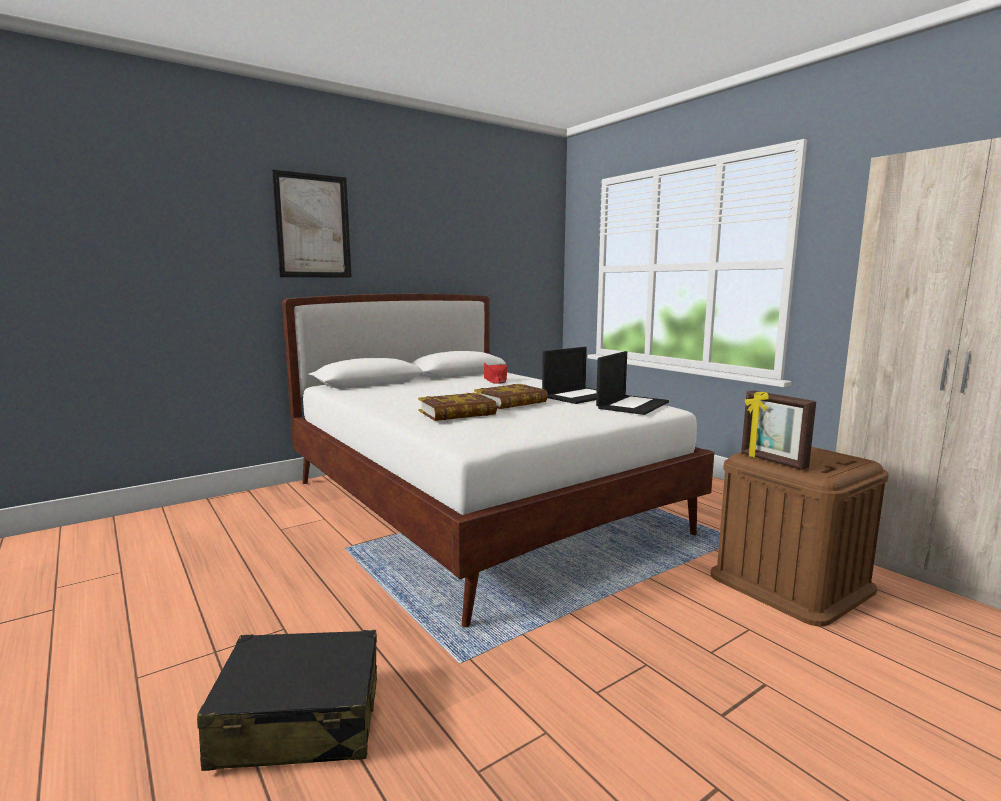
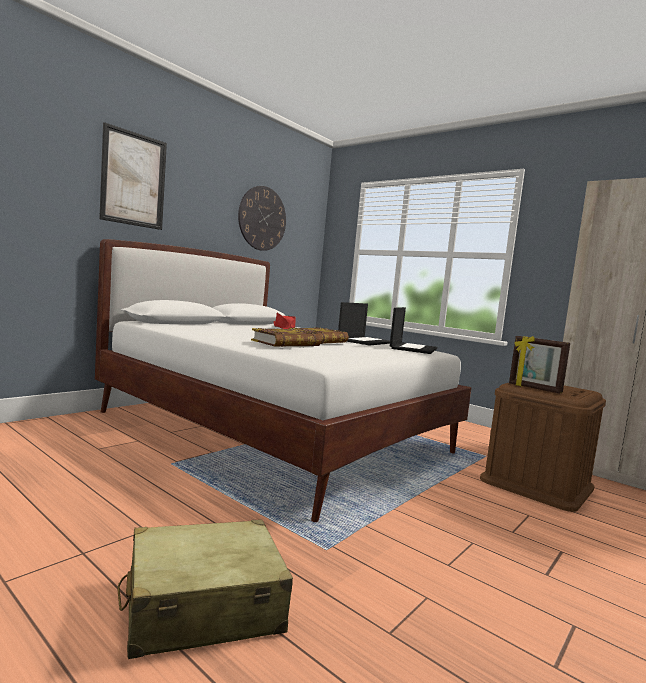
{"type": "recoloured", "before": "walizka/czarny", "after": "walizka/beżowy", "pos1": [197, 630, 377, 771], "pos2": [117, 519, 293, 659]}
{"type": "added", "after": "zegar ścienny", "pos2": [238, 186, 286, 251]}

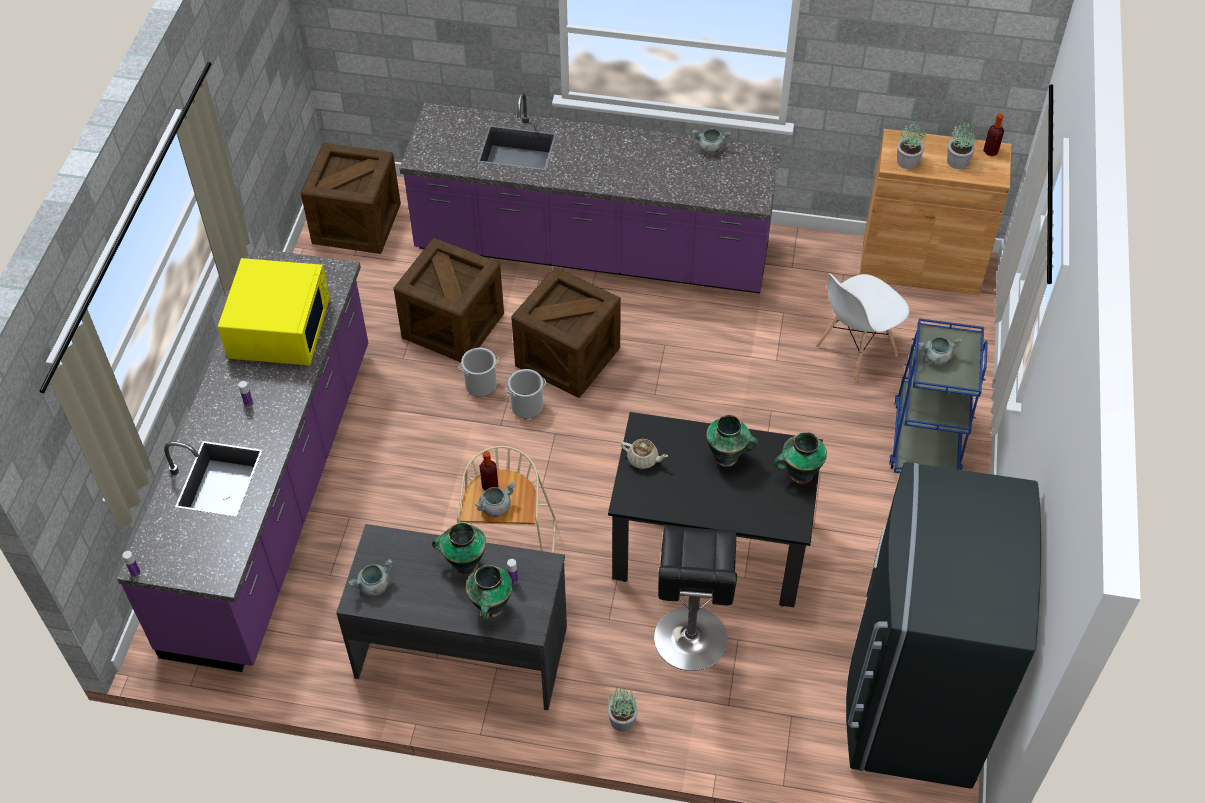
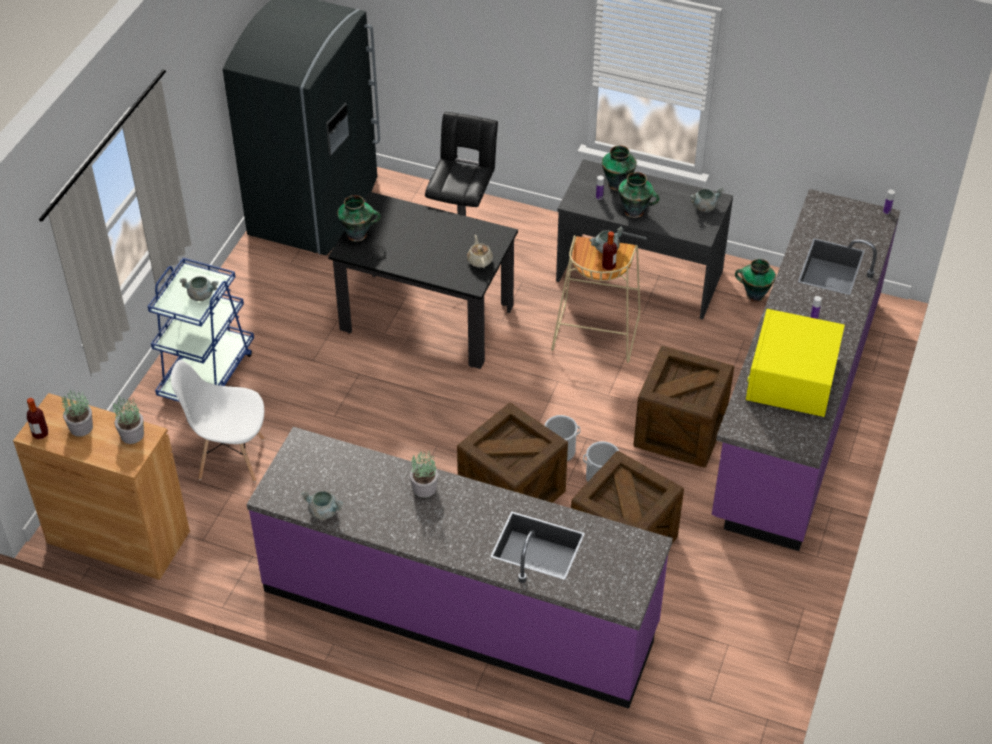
{"type": "moved", "before": "skrzynka", "pos1": [301, 143, 401, 254], "pos2": [634, 346, 734, 468]}
{"type": "moved", "before": "roślina doniczkowa", "pos1": [607, 687, 638, 732], "pos2": [410, 451, 438, 498]}
{"type": "turned", "before": "imbryk/beżowy", "pos1": [621, 439, 668, 469], "pos2": [467, 235, 493, 268], "turn": 45}
{"type": "moved", "before": "wazon", "pos1": [706, 415, 758, 466], "pos2": [735, 259, 776, 302]}
{"type": "turned", "before": "krzesło/biały", "pos1": [816, 273, 910, 383], "pos2": [171, 360, 265, 482], "turn": -150}

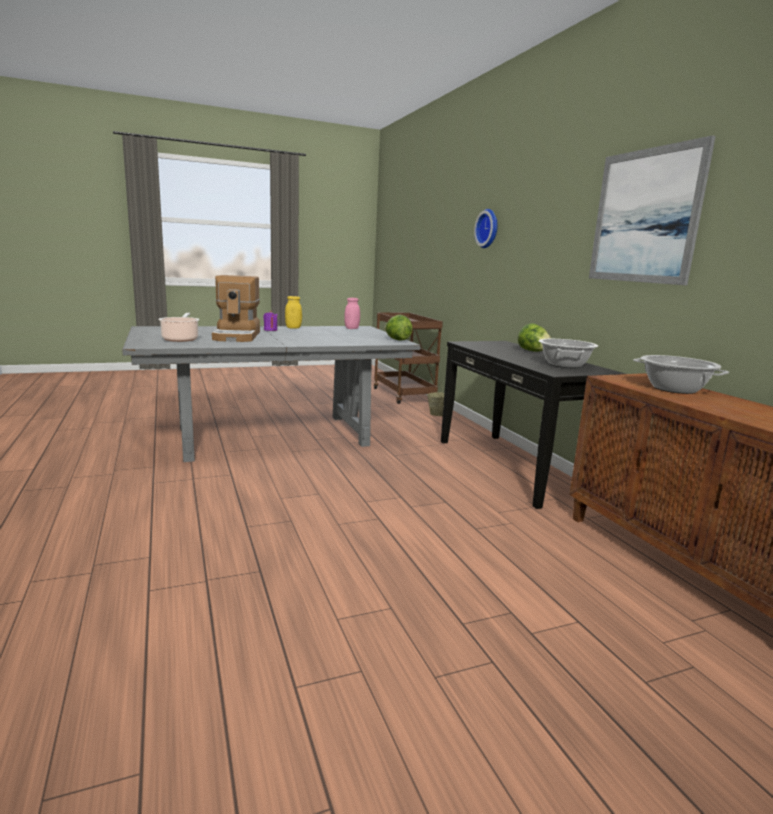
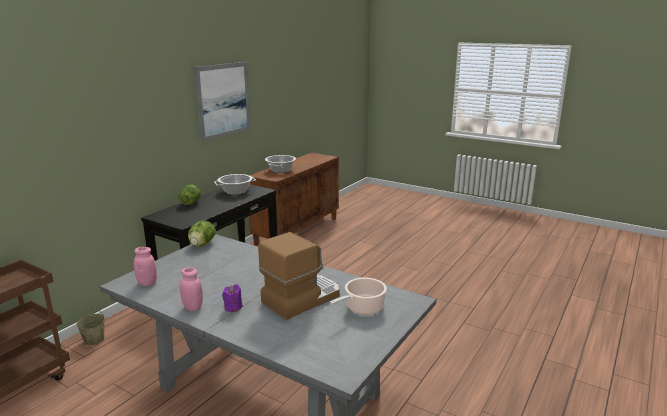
{"type": "recoloured", "before": "słoik/żółty", "after": "słoik/różowy", "pos1": [285, 296, 302, 329], "pos2": [180, 267, 203, 311]}
{"type": "removed", "before": "zegar ścienny", "pos1": [474, 209, 498, 248]}

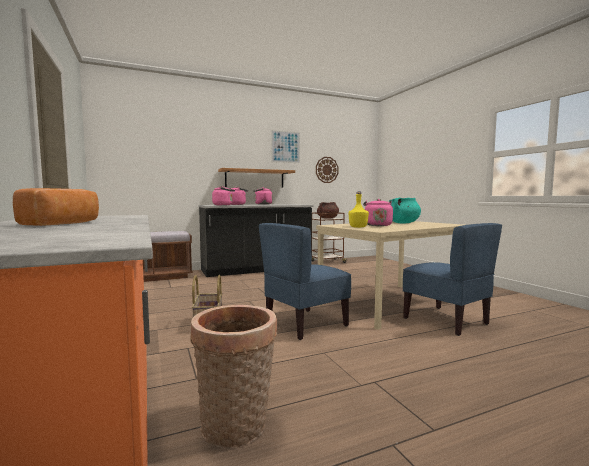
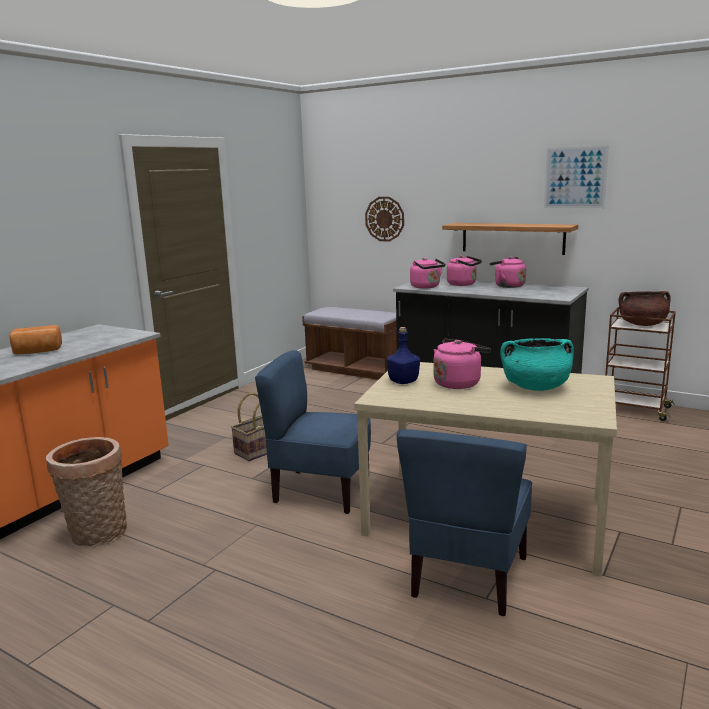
{"type": "moved", "before": "zegar ścienny", "pos1": [316, 157, 338, 183], "pos2": [365, 197, 404, 242]}
{"type": "recoloured", "before": "butelka/żółty", "after": "butelka/niebieski", "pos1": [349, 192, 369, 228], "pos2": [387, 327, 420, 384]}

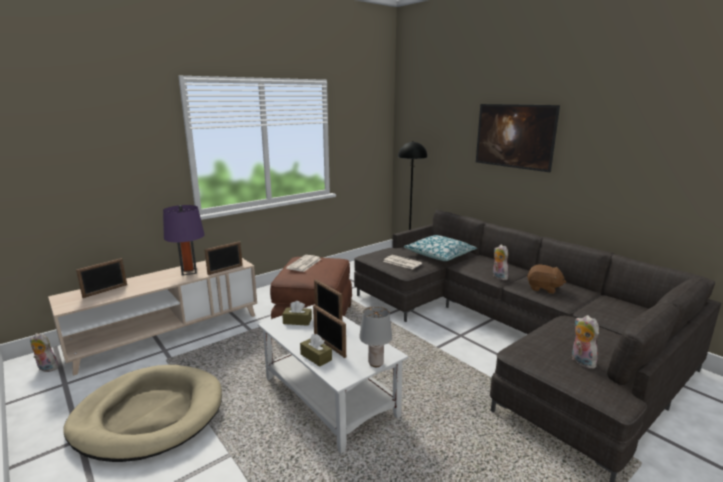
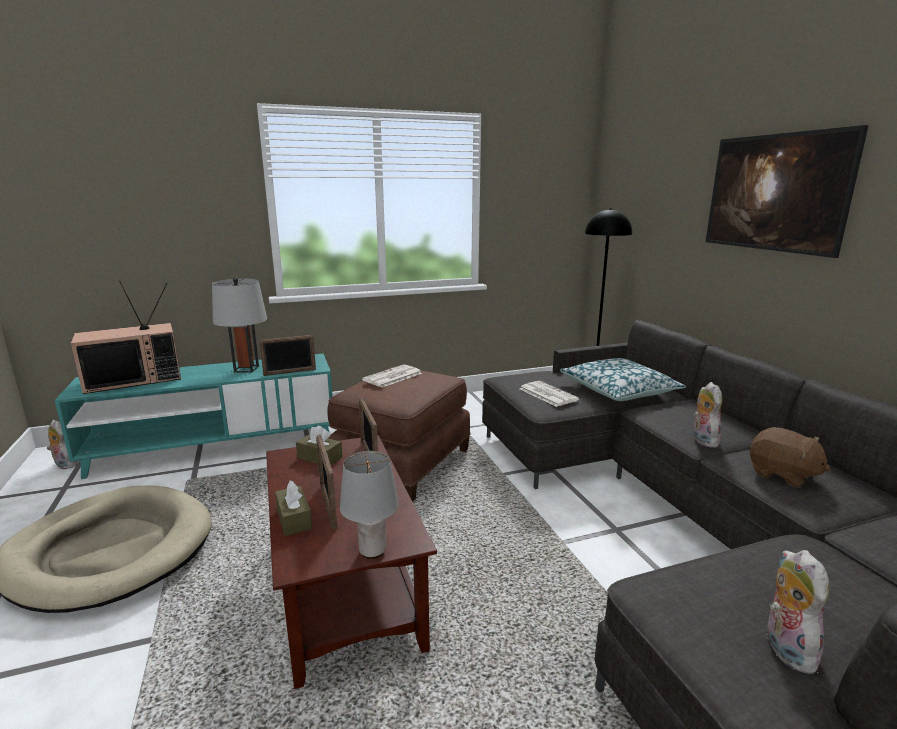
{"type": "recoloured", "before": "szafka pod telewizor/beżowy", "after": "szafka pod telewizor/turkusowy", "pos1": [48, 258, 257, 376], "pos2": [54, 354, 333, 479]}
{"type": "replaced", "before": "ramka na zdjęcie", "after": "telewizor", "pos1": [76, 258, 127, 298], "pos2": [71, 280, 181, 394]}
{"type": "recoloured", "before": "lampa stołowa/fioletowy", "after": "lampa stołowa/szary", "pos1": [163, 205, 205, 275], "pos2": [212, 277, 267, 372]}
{"type": "recoloured", "before": "ława/biały", "after": "ława/brązowy", "pos1": [258, 304, 408, 453], "pos2": [266, 435, 437, 689]}

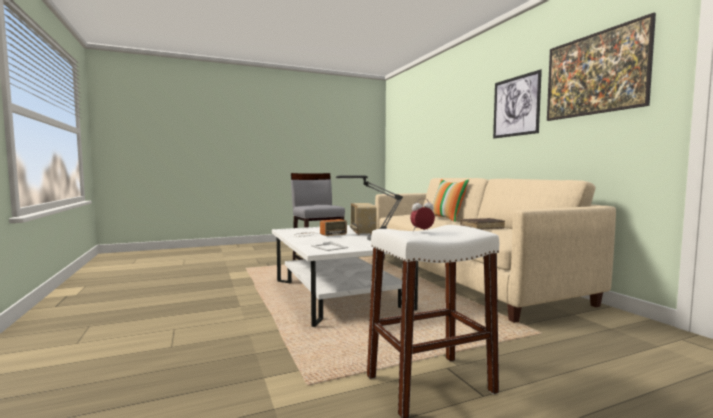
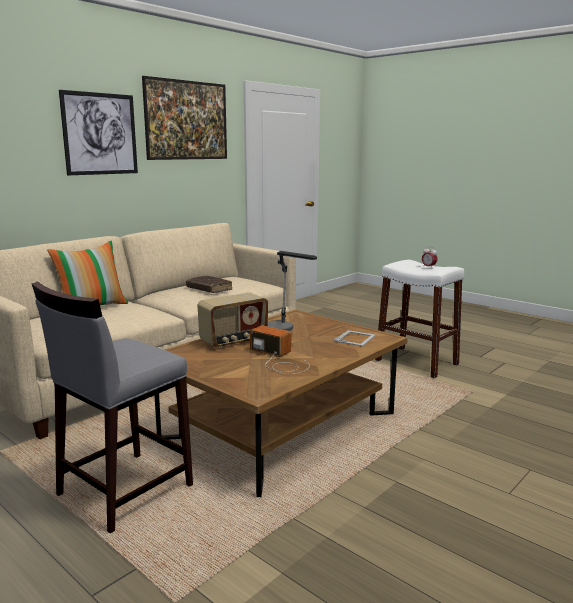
{"type": "recoloured", "before": "ława/biały", "after": "ława/brązowy", "pos1": [272, 225, 418, 327], "pos2": [154, 310, 408, 497]}

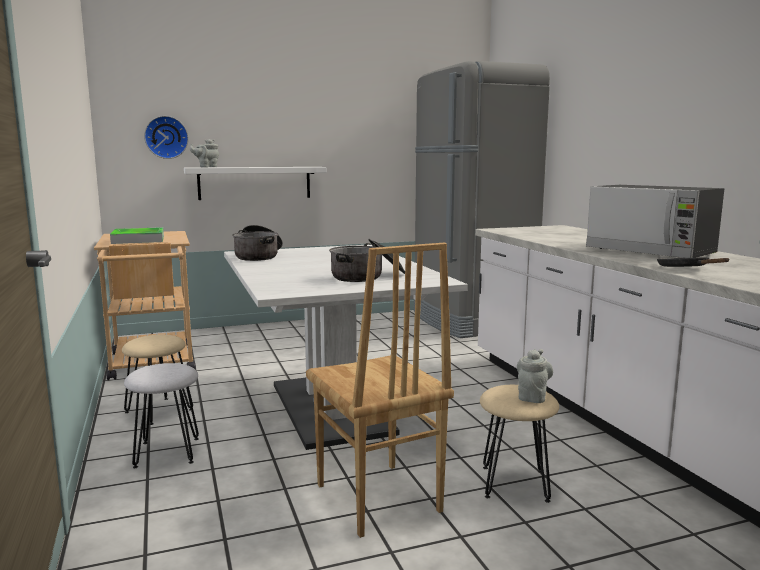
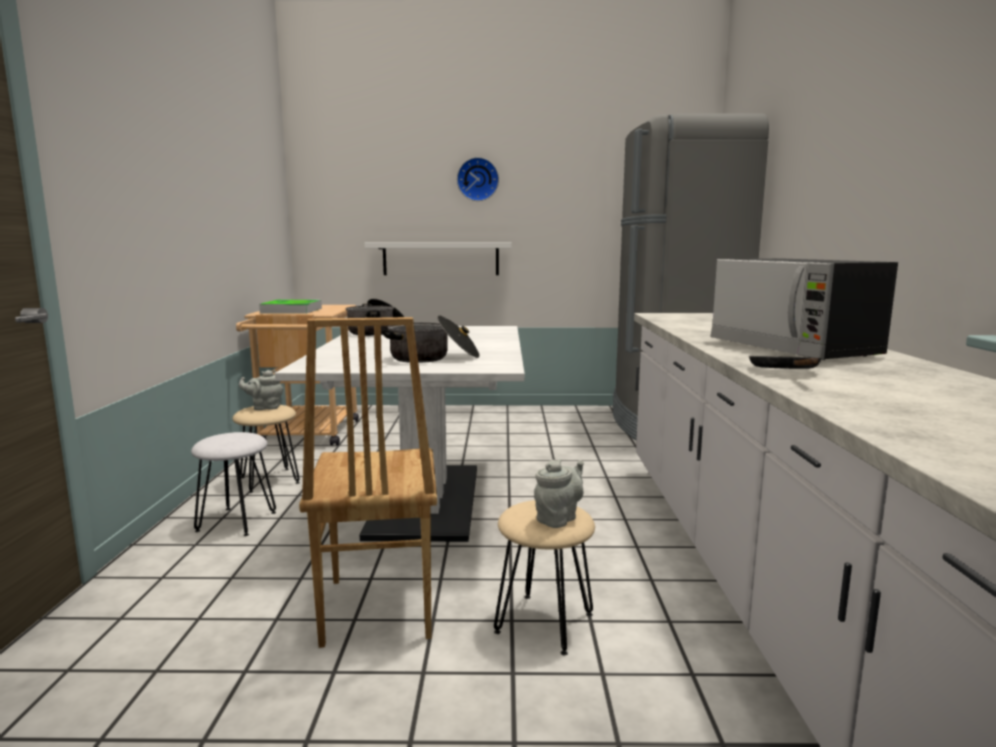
{"type": "moved", "before": "zegar ścienny", "pos1": [144, 116, 189, 159], "pos2": [457, 157, 499, 201]}
{"type": "moved", "before": "imbryk/szary", "pos1": [189, 139, 219, 167], "pos2": [239, 370, 283, 410]}

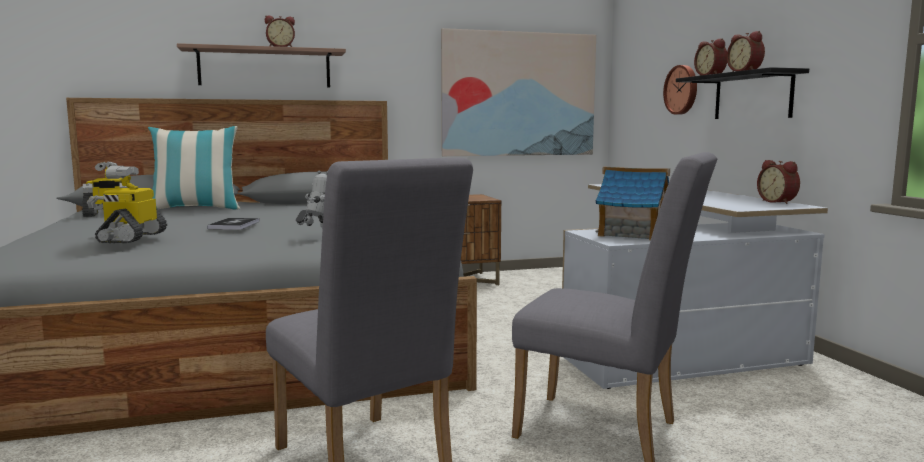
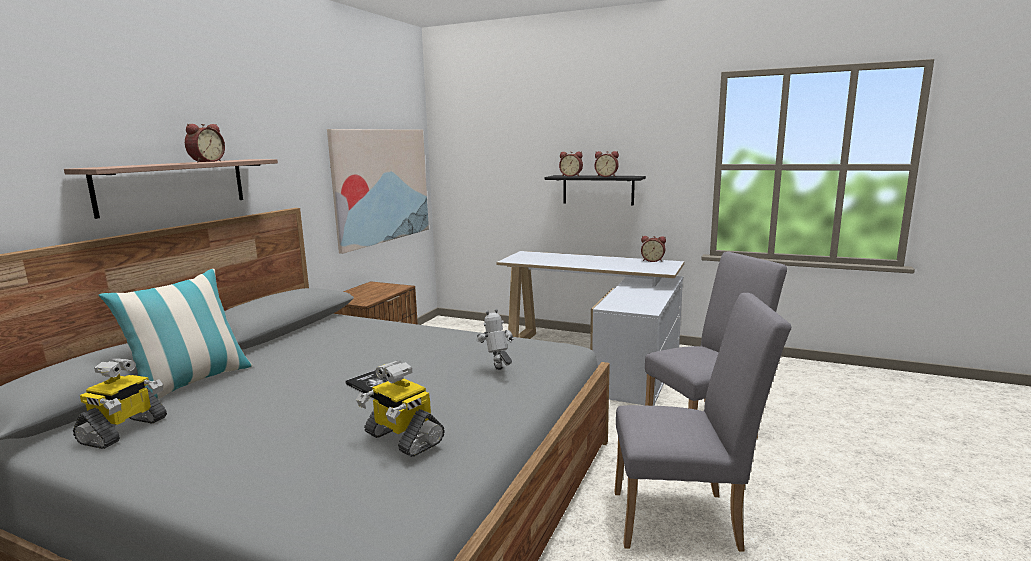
{"type": "removed", "before": "domek", "pos1": [596, 167, 670, 240]}
{"type": "removed", "before": "zegar ścienny", "pos1": [663, 65, 697, 115]}

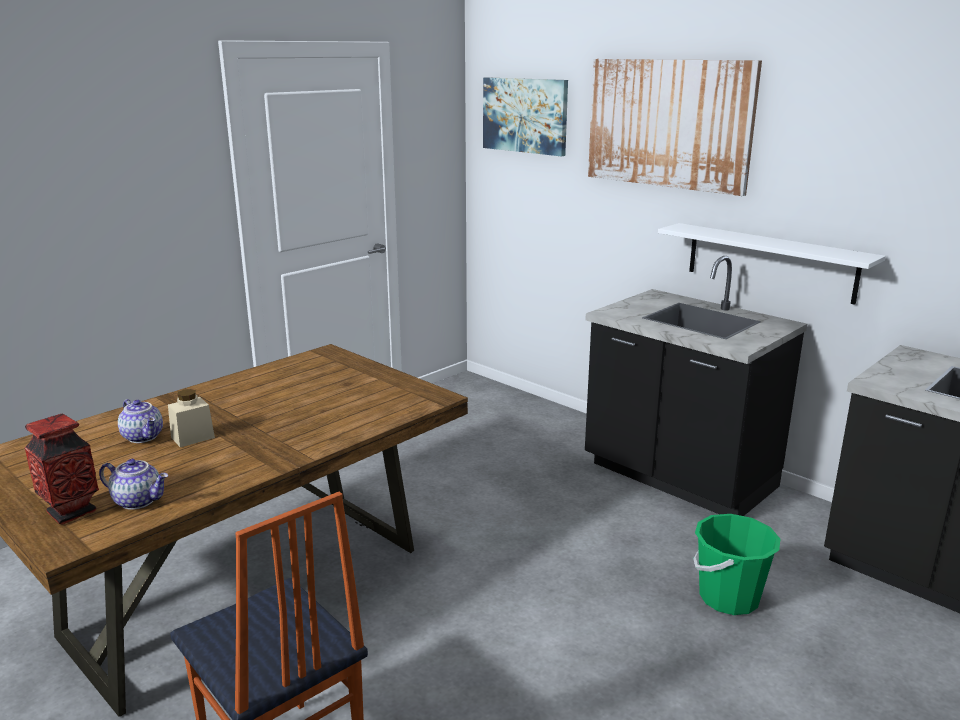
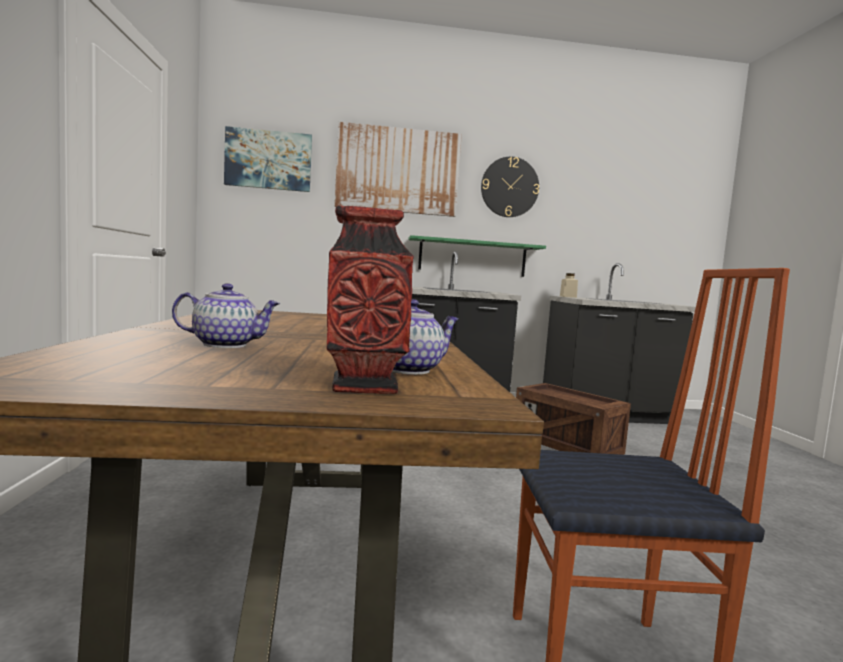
{"type": "moved", "before": "słoik/beżowy", "pos1": [168, 389, 215, 447], "pos2": [560, 273, 578, 298]}
{"type": "recoloured", "before": "półka/biały", "after": "półka/zielony", "pos1": [658, 223, 886, 305], "pos2": [408, 235, 546, 277]}
{"type": "replaced", "before": "wiadro/zielony", "after": "skrzynka", "pos1": [693, 514, 780, 615], "pos2": [516, 383, 631, 455]}
{"type": "added", "after": "zegar ścienny", "pos2": [481, 157, 539, 217]}

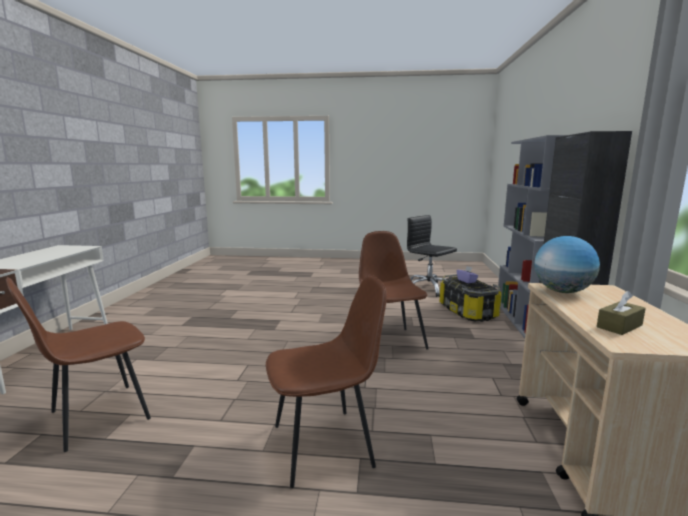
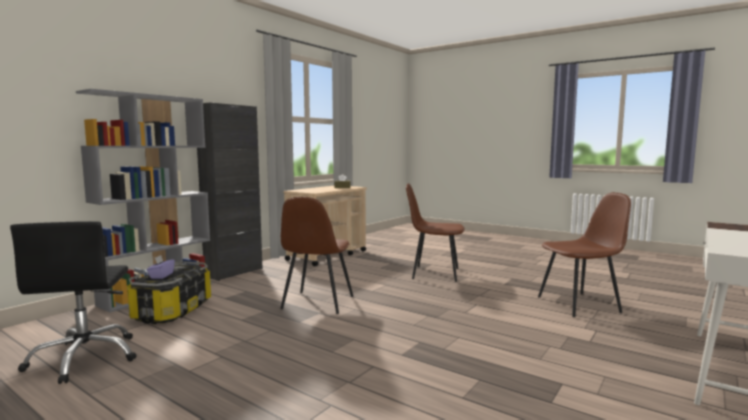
{"type": "removed", "before": "globus", "pos1": [534, 236, 600, 293]}

